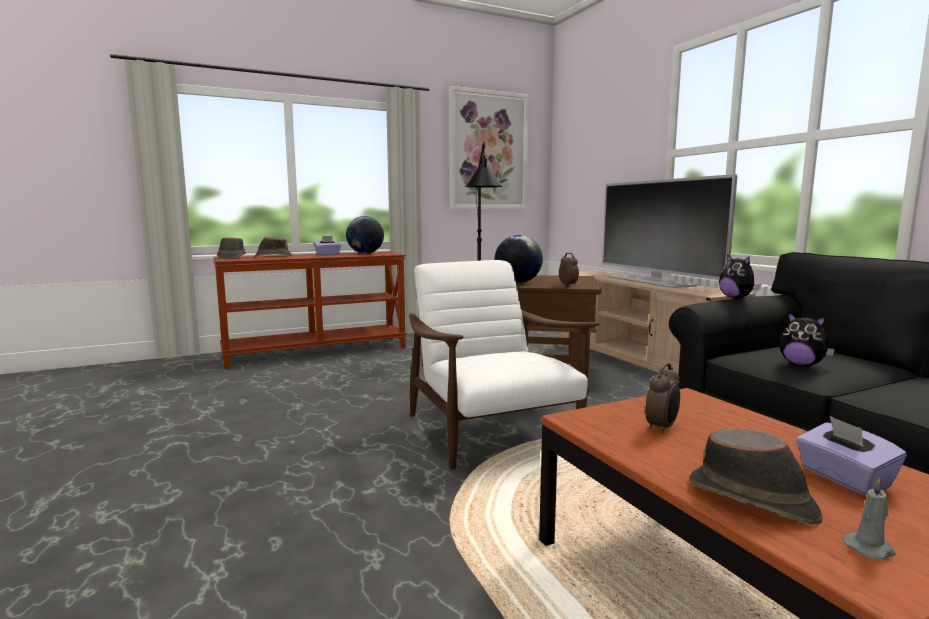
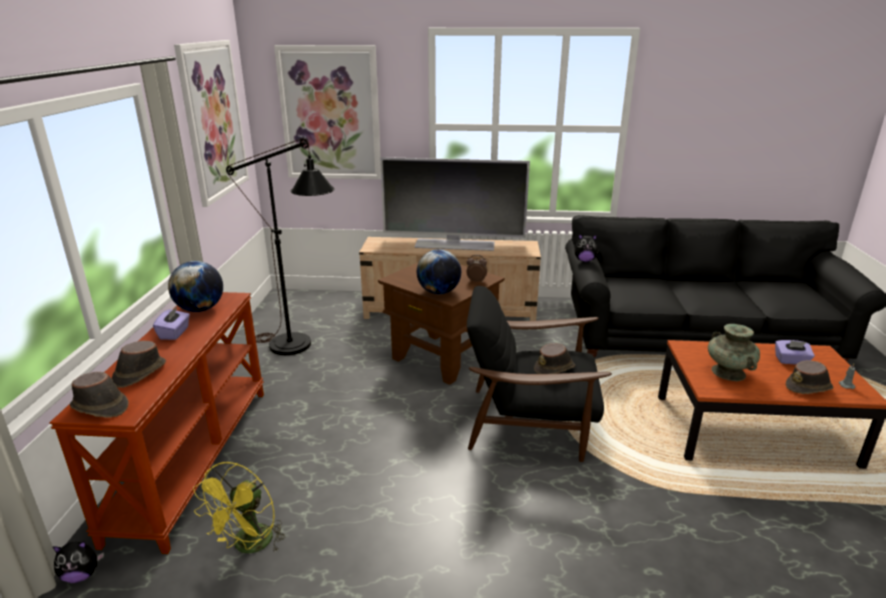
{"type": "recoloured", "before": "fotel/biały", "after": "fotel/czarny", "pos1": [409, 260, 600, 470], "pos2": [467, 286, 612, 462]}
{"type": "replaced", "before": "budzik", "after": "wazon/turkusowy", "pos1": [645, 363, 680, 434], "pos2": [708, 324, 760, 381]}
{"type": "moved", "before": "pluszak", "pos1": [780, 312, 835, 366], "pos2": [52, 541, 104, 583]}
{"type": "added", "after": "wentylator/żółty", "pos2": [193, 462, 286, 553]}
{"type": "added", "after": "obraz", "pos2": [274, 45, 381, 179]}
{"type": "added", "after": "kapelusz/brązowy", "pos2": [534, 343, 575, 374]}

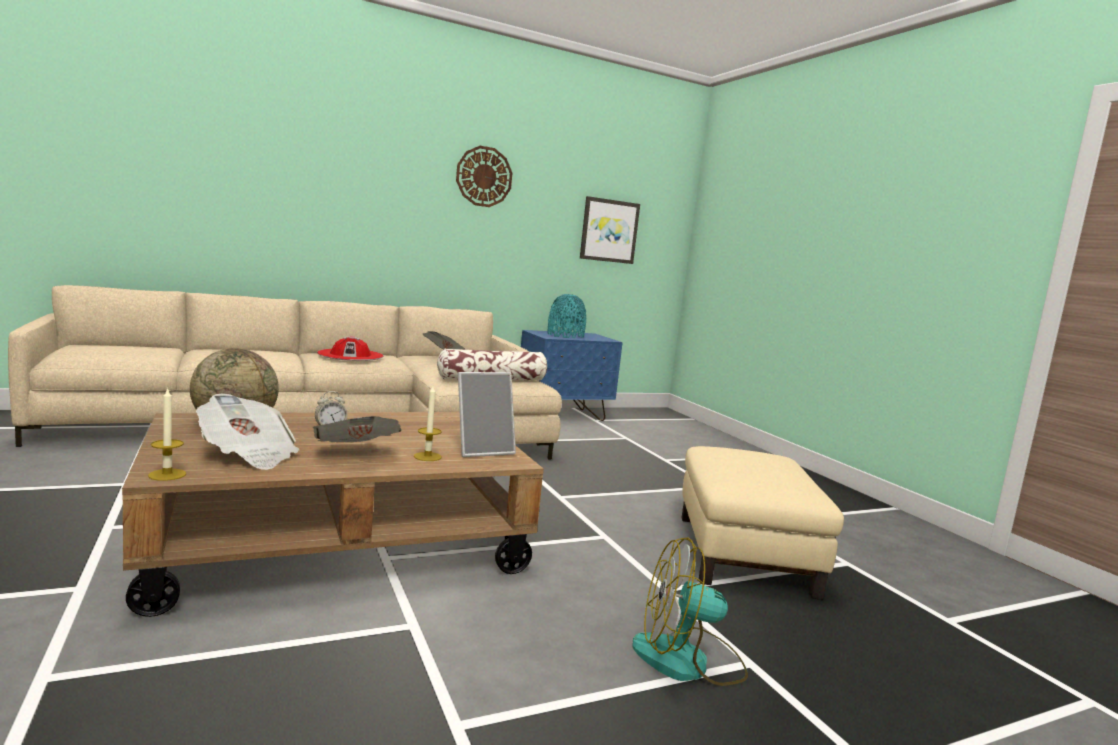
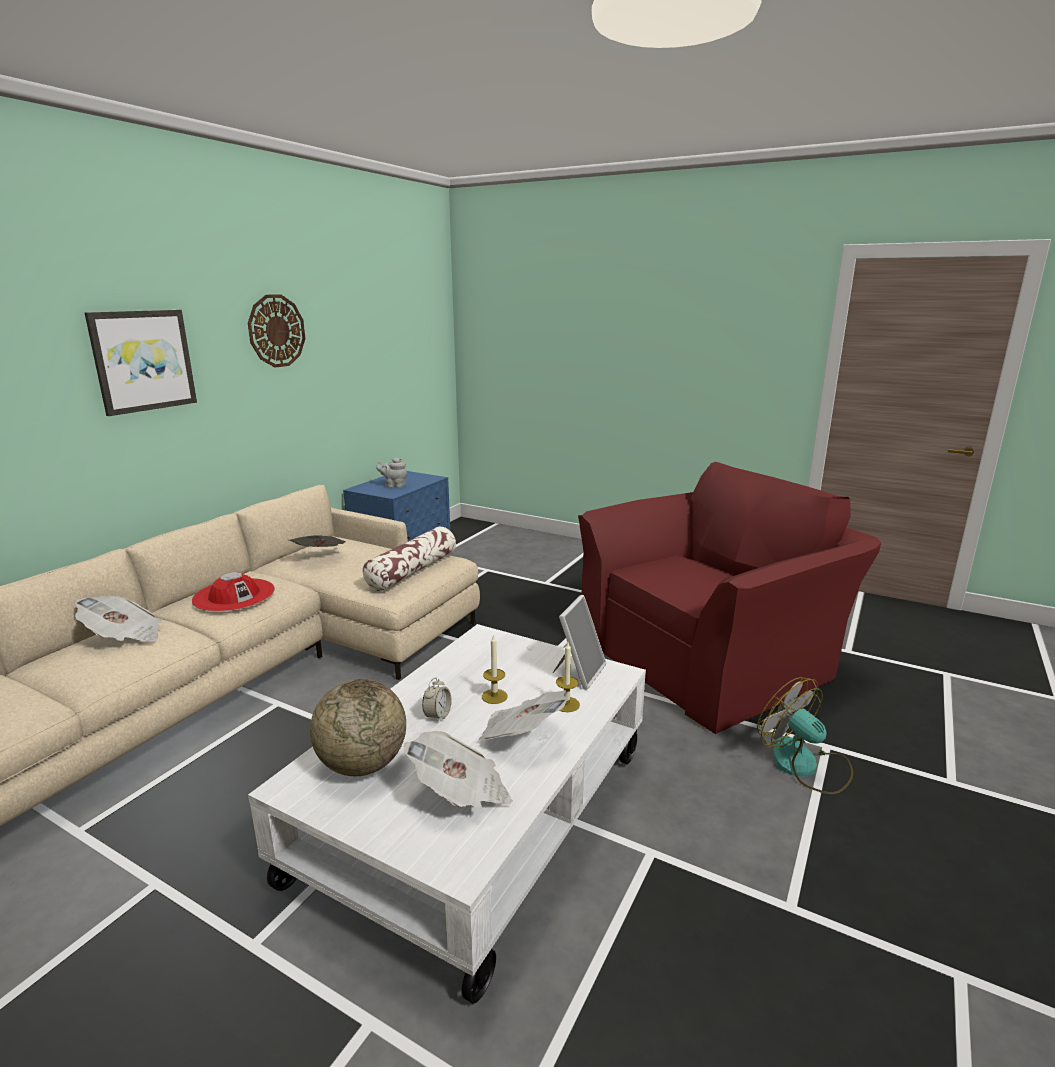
{"type": "recoloured", "before": "ława/brązowy", "after": "ława/biały", "pos1": [122, 412, 544, 617], "pos2": [248, 624, 646, 1004]}
{"type": "moved", "before": "świeca", "pos1": [148, 387, 186, 481], "pos2": [482, 634, 508, 704]}
{"type": "replaced", "before": "wazon/turkusowy", "after": "imbryk/szary", "pos1": [548, 294, 586, 338], "pos2": [376, 458, 407, 488]}
{"type": "moved", "before": "obraz", "pos1": [580, 196, 640, 264], "pos2": [85, 310, 197, 416]}
{"type": "turned", "before": "wentylator", "pos1": [632, 537, 748, 686], "pos2": [757, 677, 853, 794], "turn": 90}
{"type": "replaced", "before": "pufa/beżowy", "after": "fotel/czerwony", "pos1": [682, 446, 844, 600], "pos2": [578, 462, 881, 734]}
{"type": "added", "after": "gazeta", "pos2": [75, 596, 161, 642]}

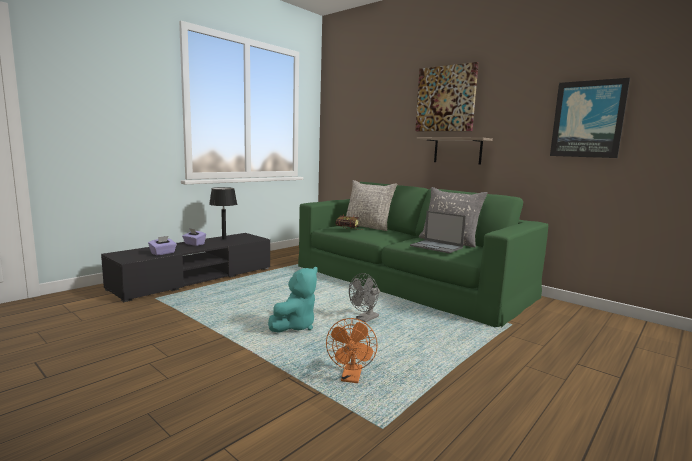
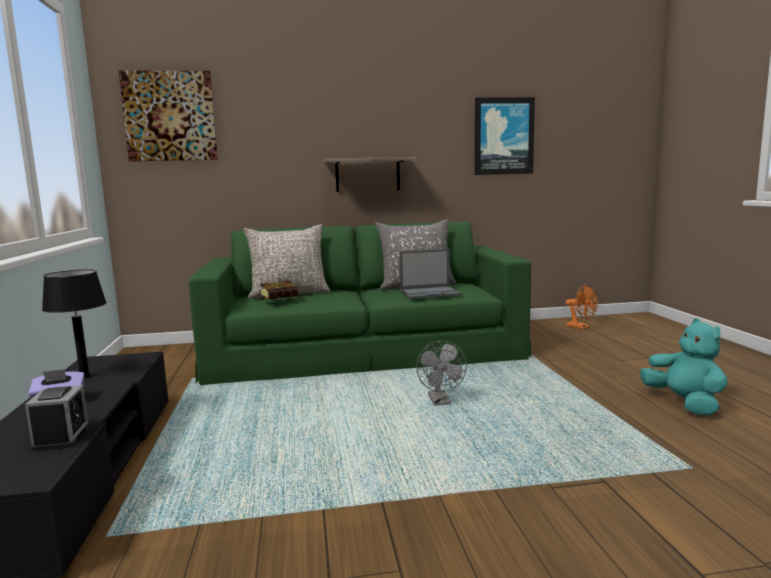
{"type": "replaced", "before": "pudełko chusteczek/fioletowy", "after": "budzik", "pos1": [148, 236, 177, 255], "pos2": [25, 385, 89, 451]}
{"type": "moved", "before": "pluszak/turkusowy", "pos1": [268, 267, 317, 333], "pos2": [640, 318, 728, 416]}
{"type": "moved", "before": "wentylator/pomarańczowy", "pos1": [326, 318, 378, 383], "pos2": [565, 285, 598, 329]}
{"type": "moved", "before": "obraz", "pos1": [415, 62, 479, 131], "pos2": [119, 70, 218, 162]}

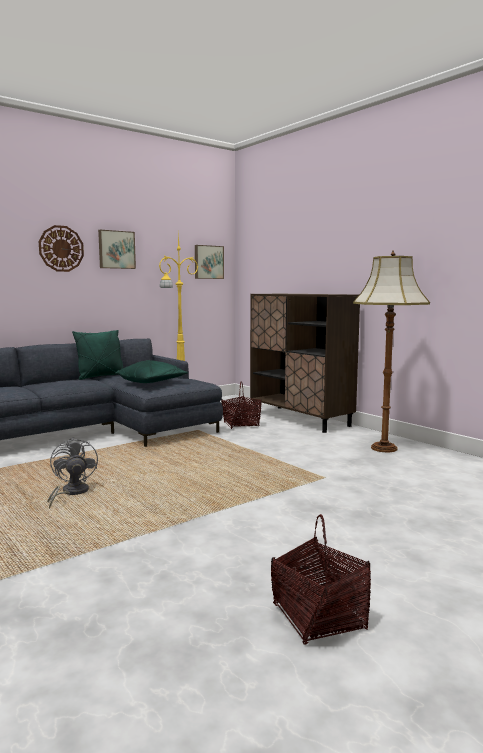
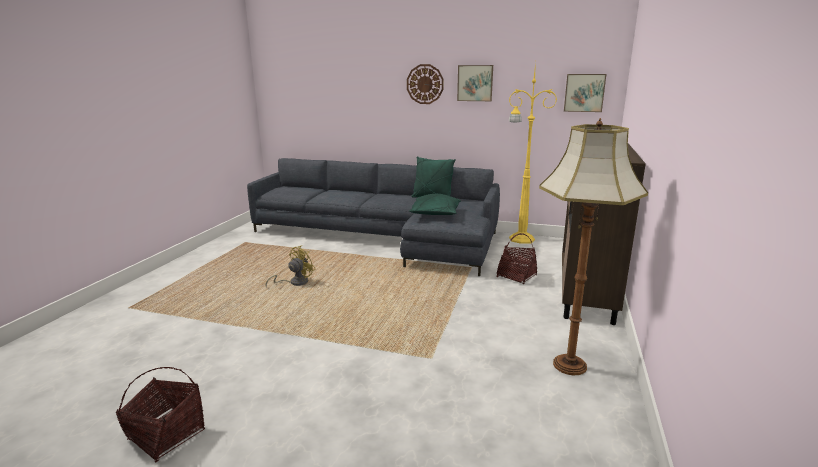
{"type": "recoloured", "before": "wentylator/szary", "after": "wentylator/żółty", "pos1": [47, 437, 98, 509], "pos2": [266, 245, 316, 288]}

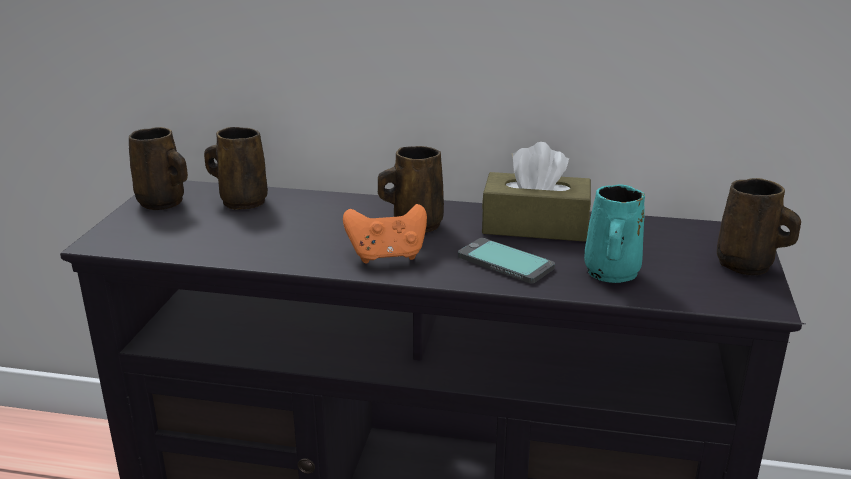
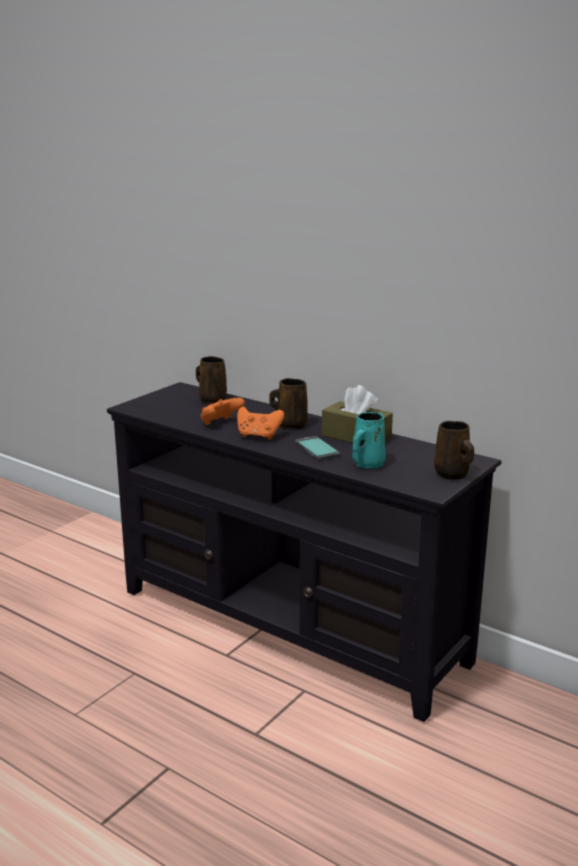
{"type": "removed", "before": "kubek/brązowy", "pos1": [129, 127, 188, 210]}
{"type": "added", "after": "pad do gier/pomarańczowy", "pos2": [201, 398, 245, 425]}

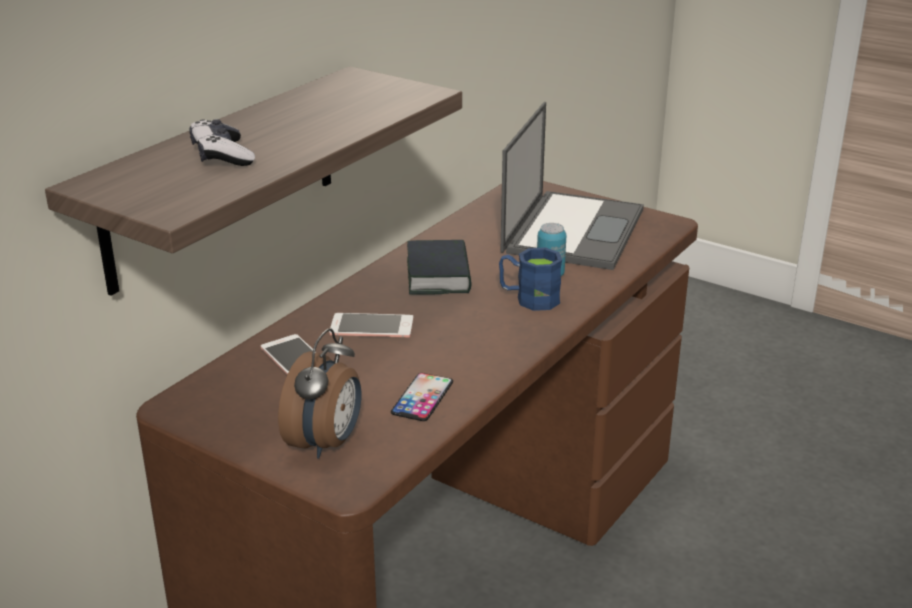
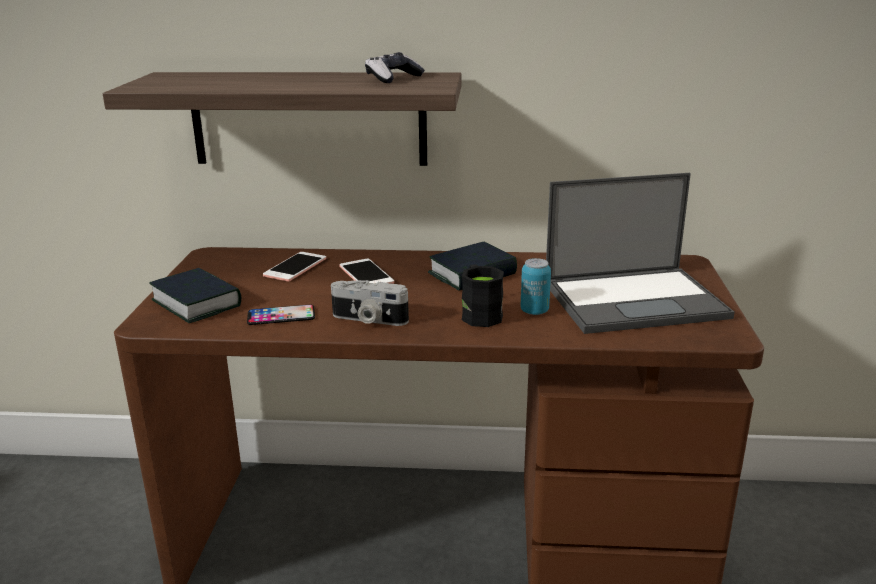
{"type": "moved", "before": "pad do gier", "pos1": [189, 119, 255, 166], "pos2": [365, 52, 425, 83]}
{"type": "replaced", "before": "budzik", "after": "książka", "pos1": [278, 328, 361, 459], "pos2": [149, 268, 241, 323]}
{"type": "recoloured", "before": "kubek/niebieski", "after": "kubek/czarny", "pos1": [499, 247, 562, 311], "pos2": [462, 264, 504, 327]}
{"type": "added", "after": "aparat fotograficzny", "pos2": [331, 280, 409, 326]}

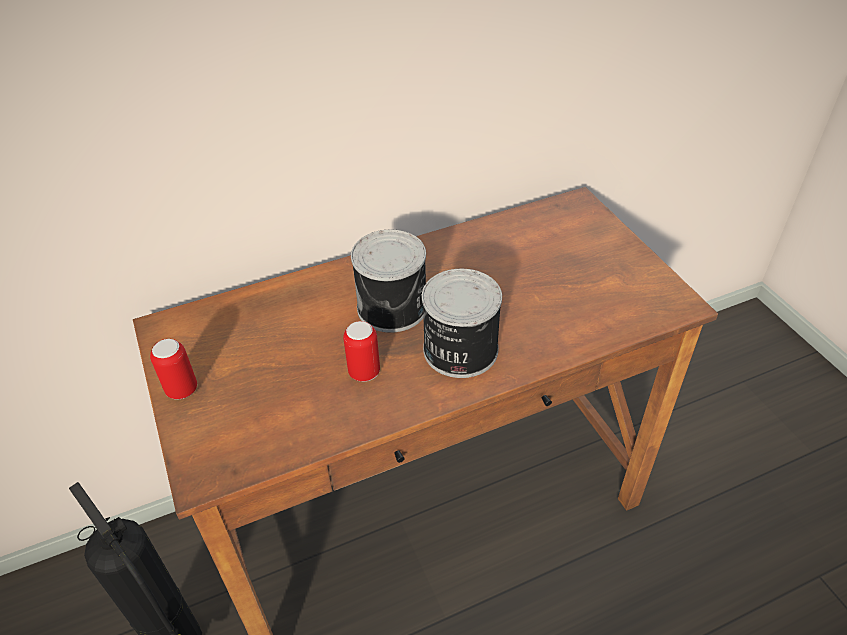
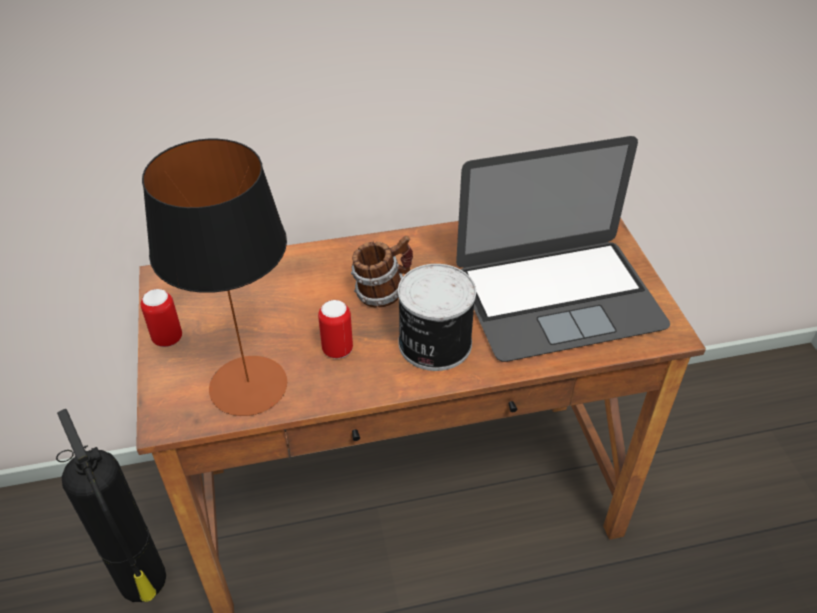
{"type": "replaced", "before": "puszka", "after": "kubek", "pos1": [351, 230, 426, 333], "pos2": [351, 236, 413, 308]}
{"type": "added", "after": "lampa stołowa", "pos2": [142, 139, 287, 416]}
{"type": "added", "after": "laptop", "pos2": [456, 136, 670, 362]}

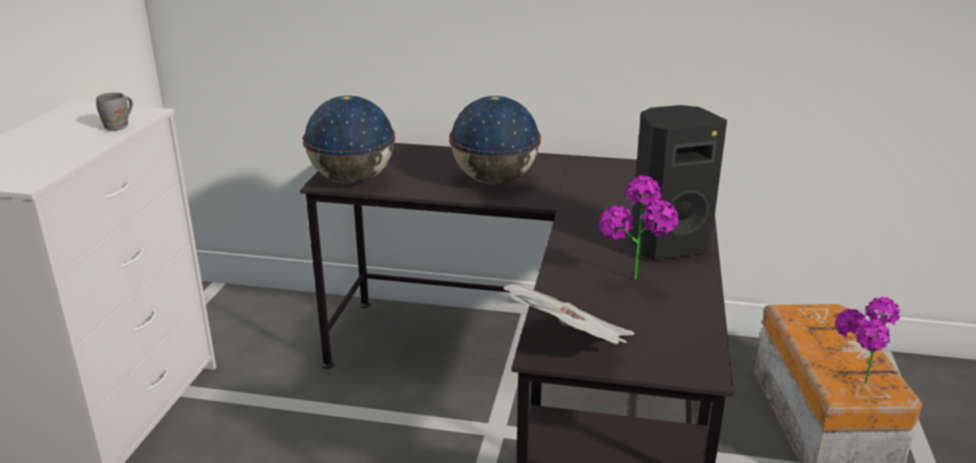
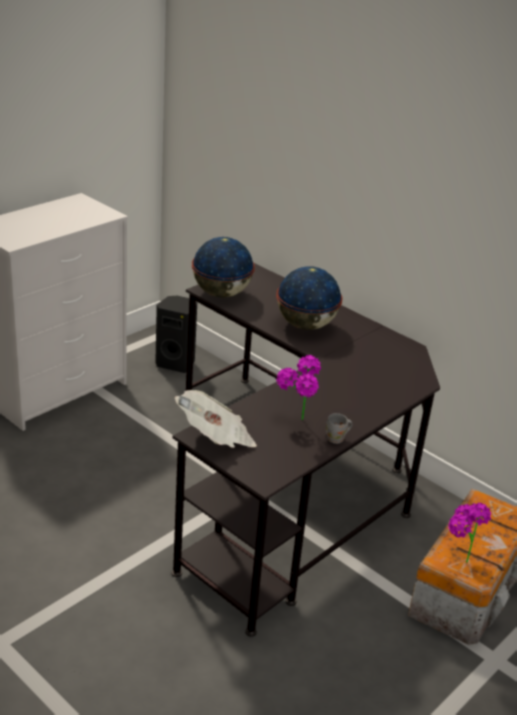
{"type": "moved", "before": "kubek/szary", "pos1": [96, 92, 133, 130], "pos2": [326, 413, 353, 444]}
{"type": "moved", "before": "głośnik/czarny", "pos1": [631, 105, 727, 260], "pos2": [155, 296, 197, 373]}

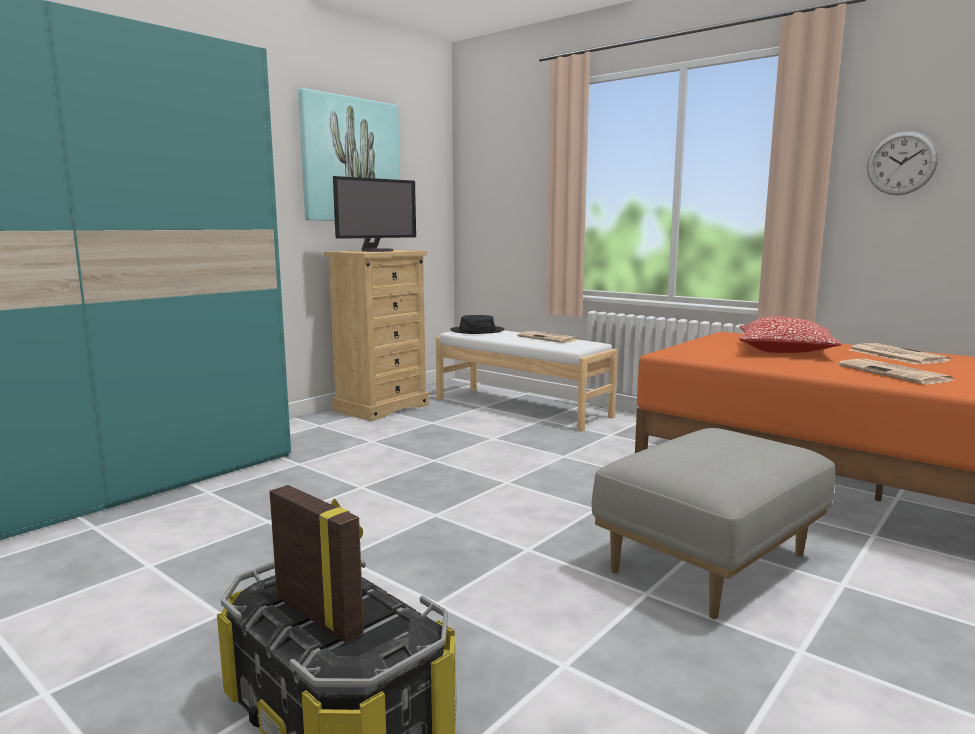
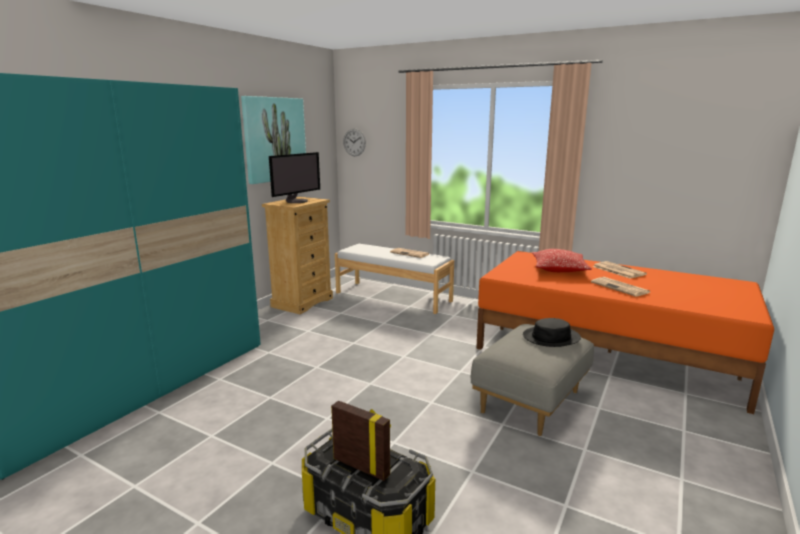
{"type": "moved", "before": "kapelusz/czarny", "pos1": [450, 315, 505, 334], "pos2": [523, 318, 581, 347]}
{"type": "moved", "before": "zegar ścienny", "pos1": [867, 131, 938, 195], "pos2": [343, 128, 366, 156]}

